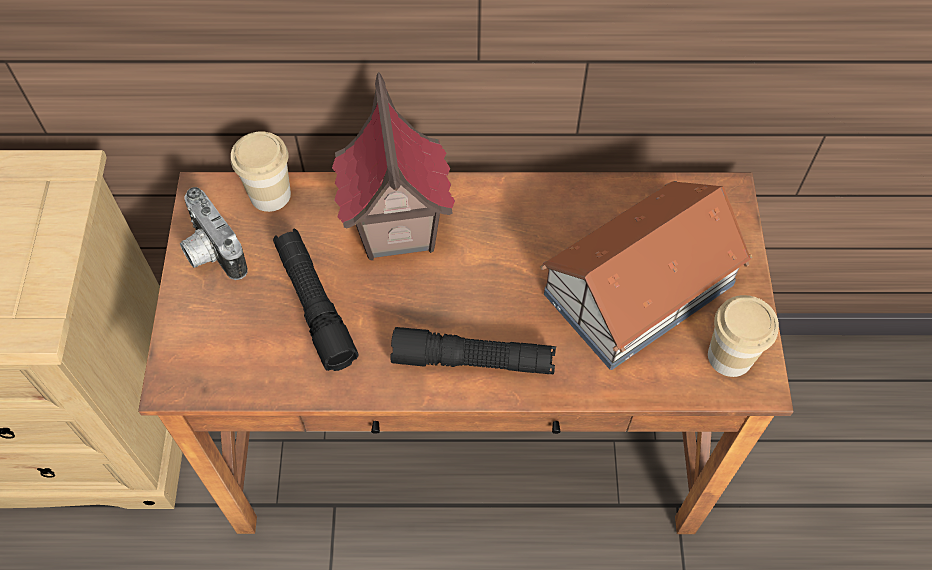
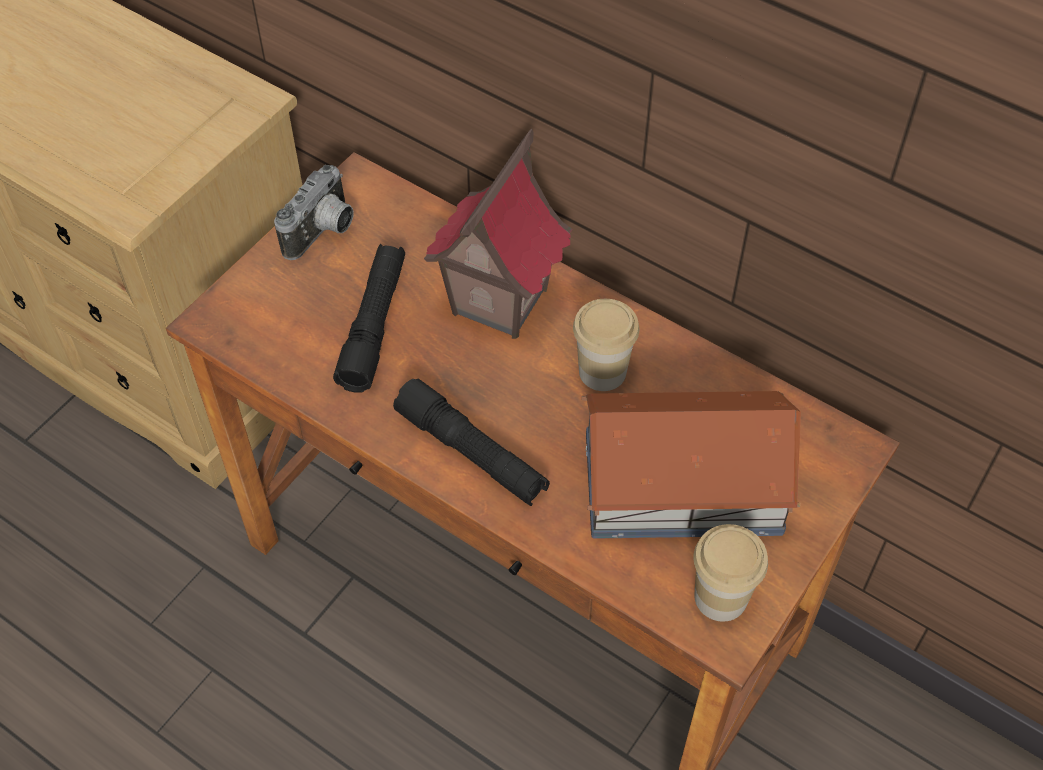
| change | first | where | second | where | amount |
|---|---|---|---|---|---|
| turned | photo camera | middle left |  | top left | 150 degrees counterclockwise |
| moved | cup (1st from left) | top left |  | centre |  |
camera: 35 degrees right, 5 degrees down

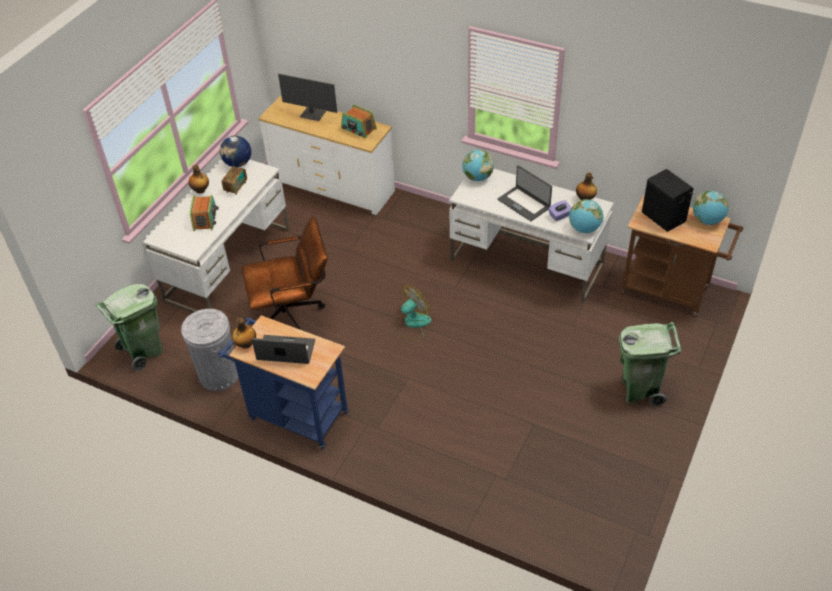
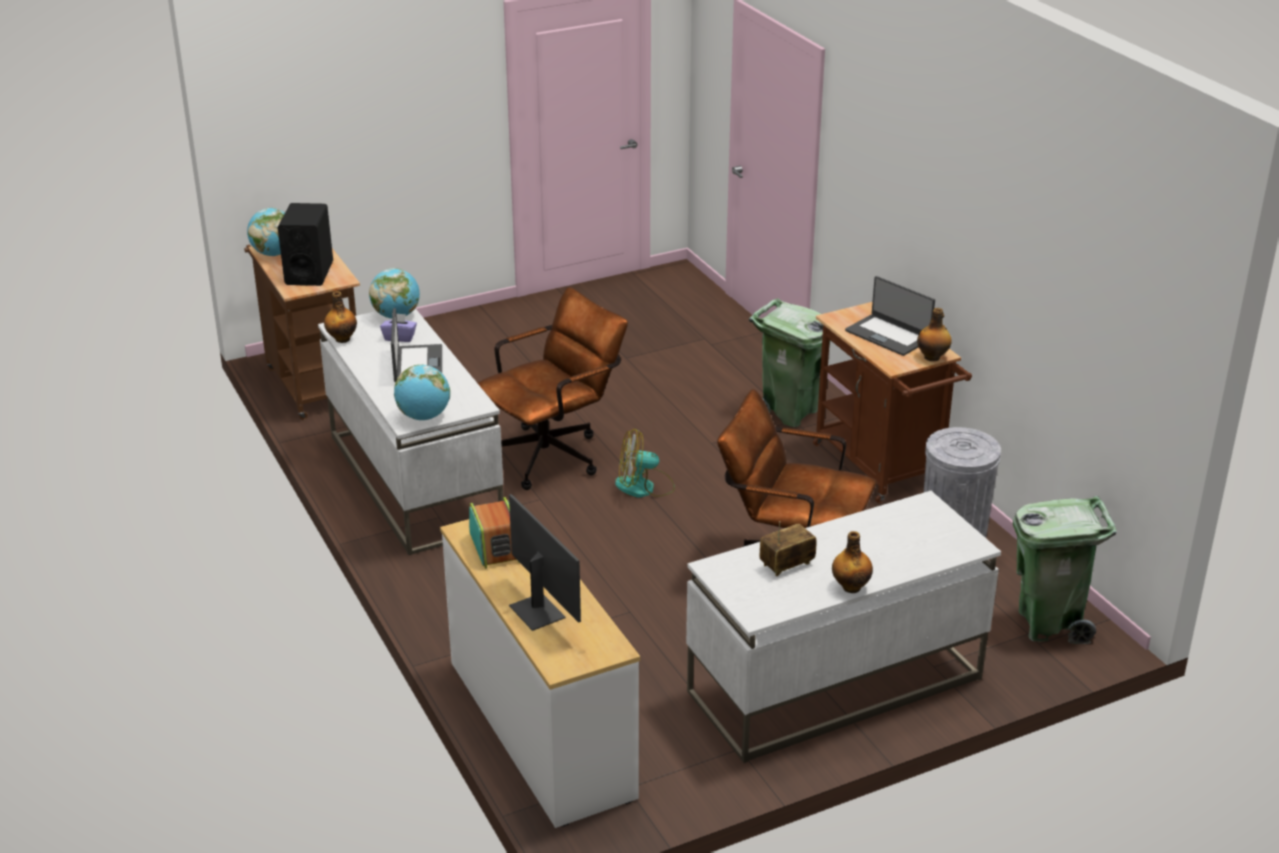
| change | first | where | second | where | amount |
|---|---|---|---|---|---|
| removed | radio (1st from left) | middle left |  |  |  |
| recoloured | blue cart | centre | brown cart (2nd from left) | middle right |  |
| removed | globe (1st from left) | top left |  |  |  |
| moved | green trash can (2nd from left in the first image) | middle right | green trash can (1st from left) | centre |  |
| added |  |  | brown office chair (1st from left) | centre |  |
camera: 145 degrees left, 15 degrees down

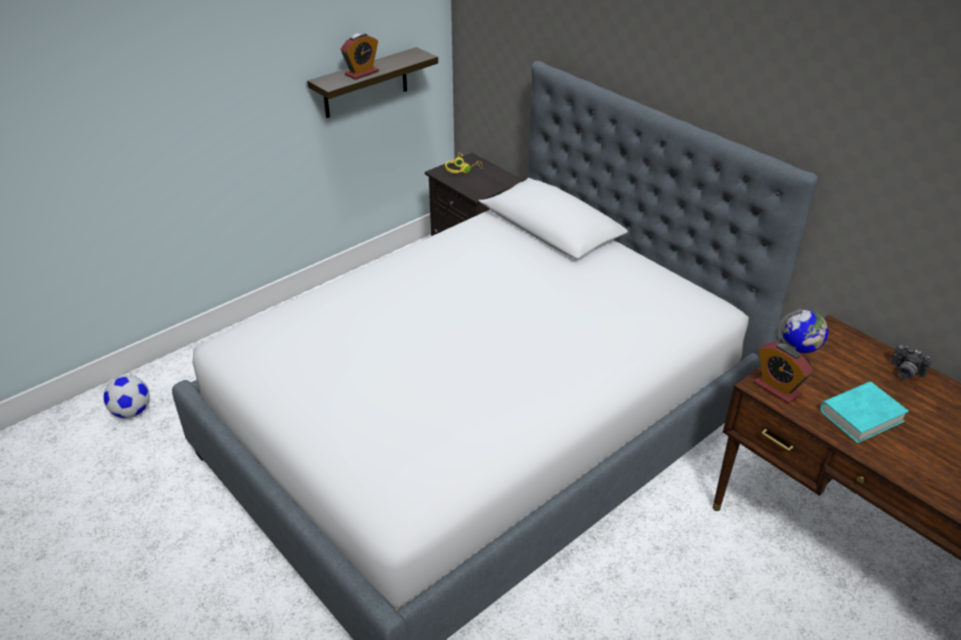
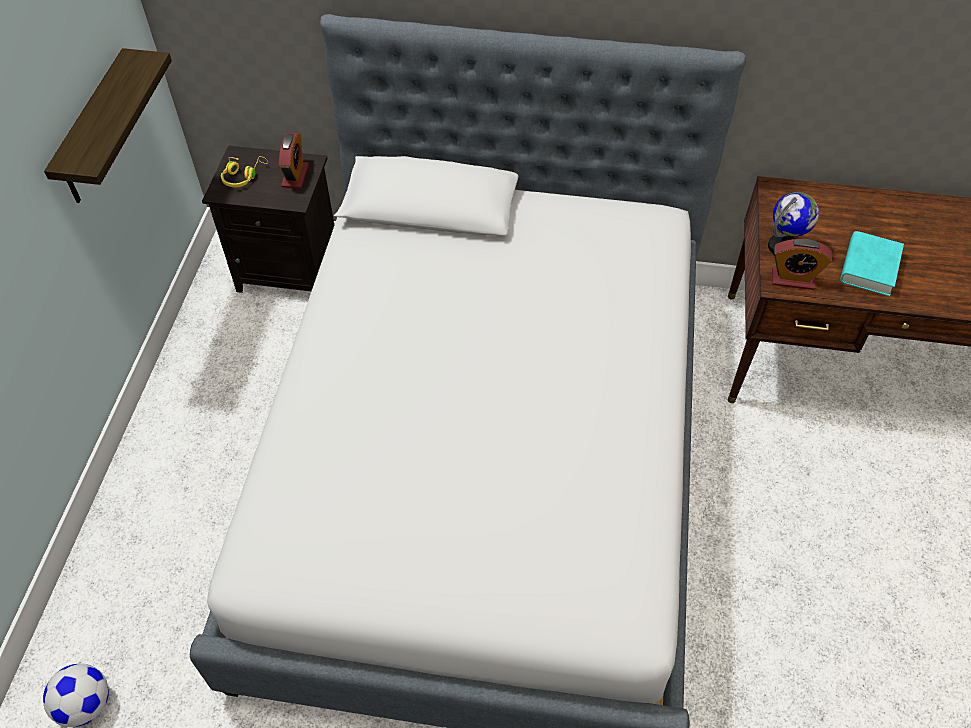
| change | first | where | second | where | amount |
|---|---|---|---|---|---|
| moved | alarm clock (1st from left) | top centre |  | top left |  |
| removed | photo camera | middle right |  |  |  |
camera: 40 degrees left, 15 degrees up

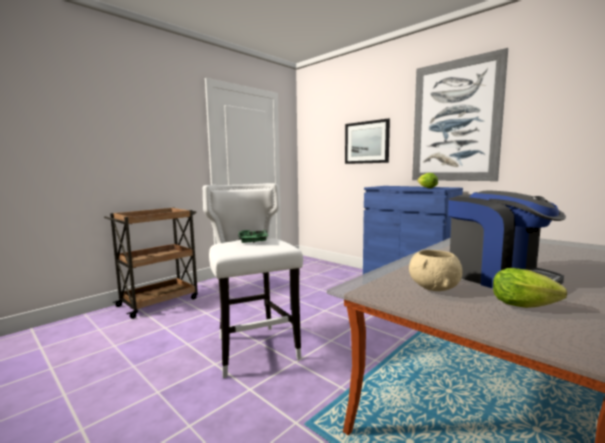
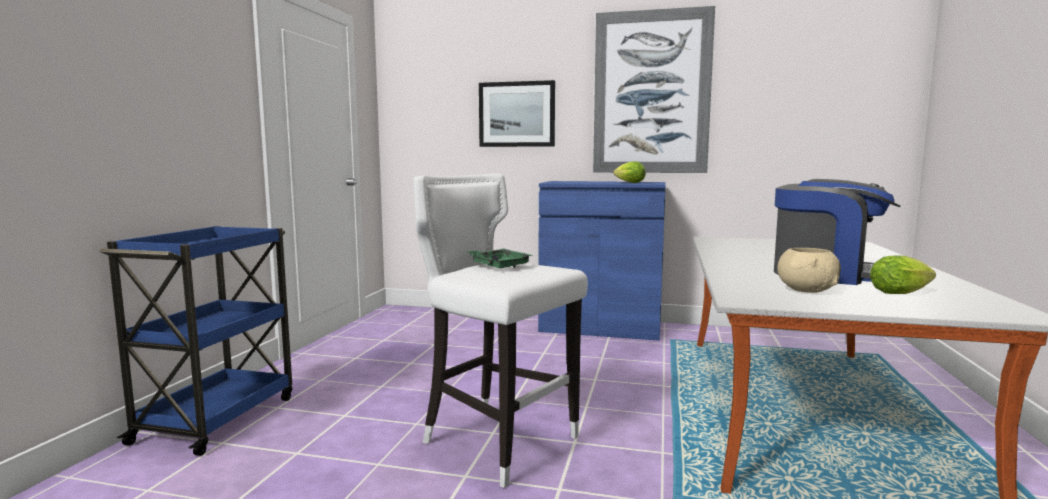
| change | first | where | second | where | amount |
|---|---|---|---|---|---|
| recoloured | brown cart | middle left | blue cart | bottom left |  |
camera: 30 degrees left, 0 degrees up

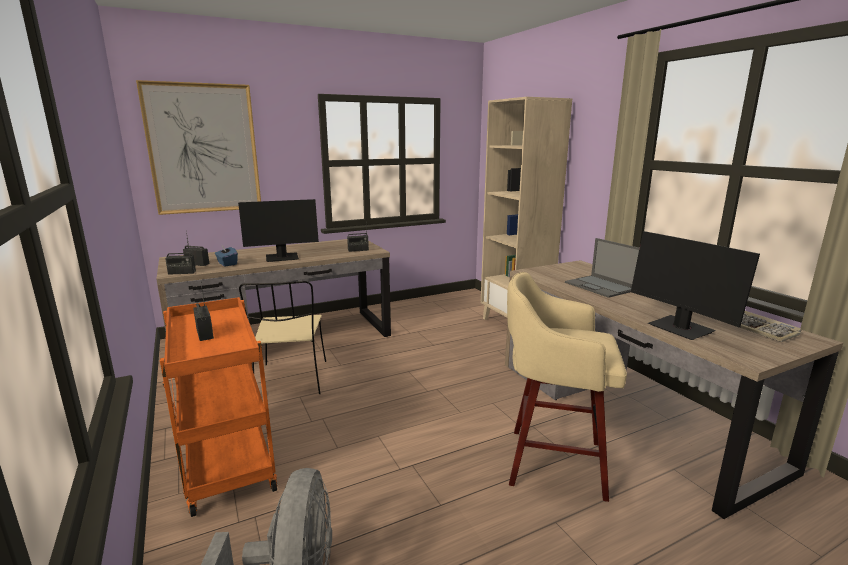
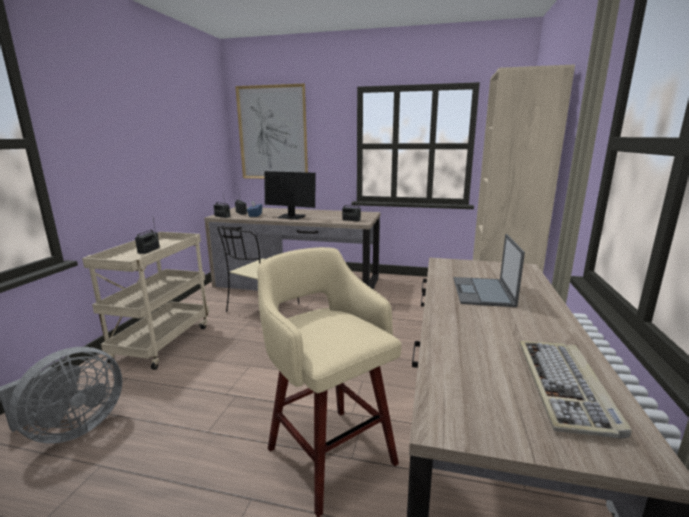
| change | first | where | second | where | amount |
|---|---|---|---|---|---|
| recoloured | orange cart | bottom left | beige cart | middle left |  |
| removed | monitor (2nd from left) | middle right |  |  |  |
camera: 40 degrees right, 0 degrees up

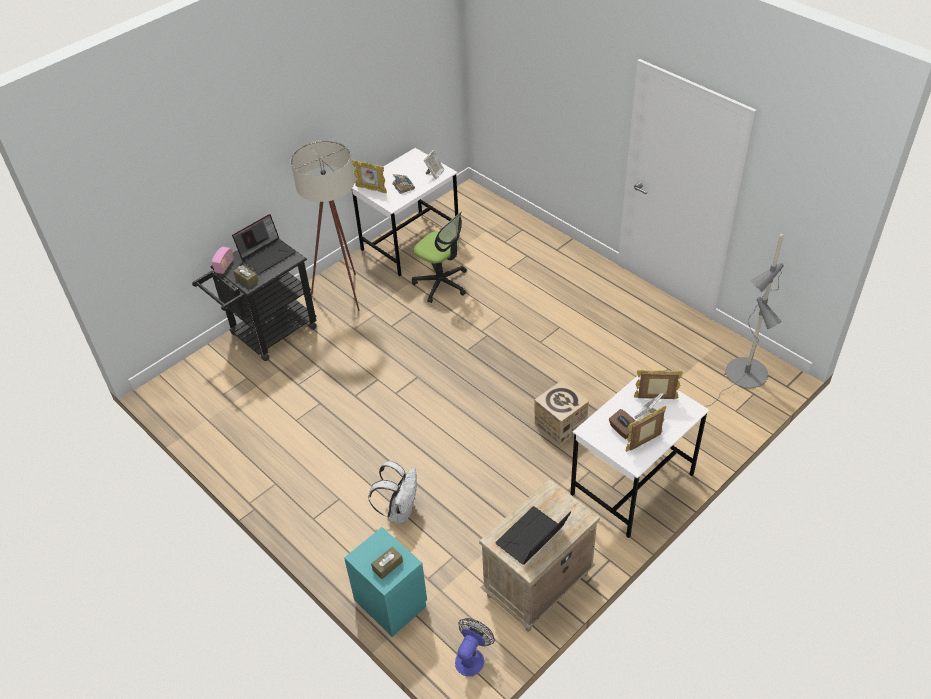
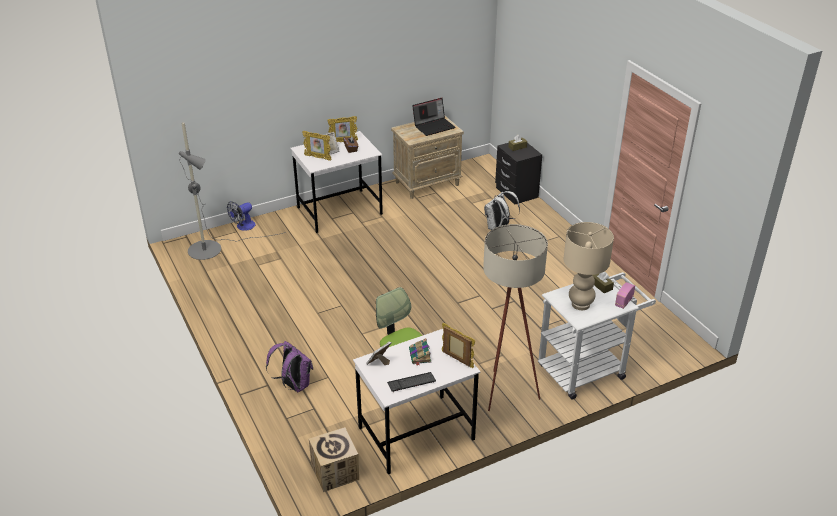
| change | first | where | second | where | amount |
|---|---|---|---|---|---|
| recoloured | black cart | middle left | white cart | middle right |  |
| replaced | laptop (1st from left) | middle left | beige table lamp | middle right |  |
| recoloured | turquoise nightstand | bottom centre | black nightstand | centre |  |
| moved | fan | bottom centre |  | middle left |  |
| moved | cardboard box | centre |  | bottom centre |  |
| added |  |  | purple backpack | bottom centre |  |
| added |  |  | keyboard | bottom centre |  |
camera: 165 degrees left, 10 degrees down

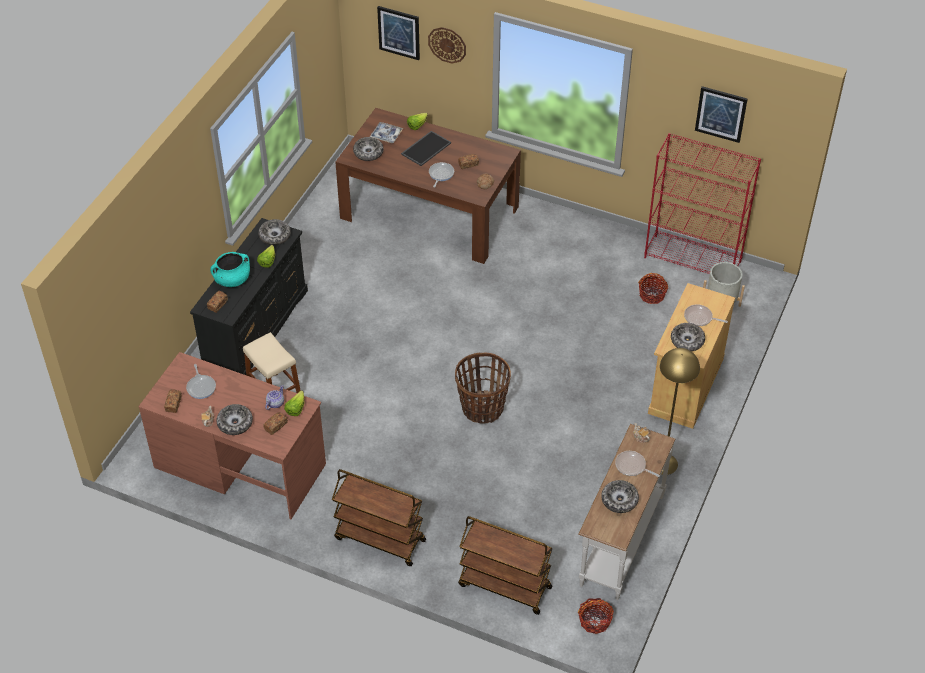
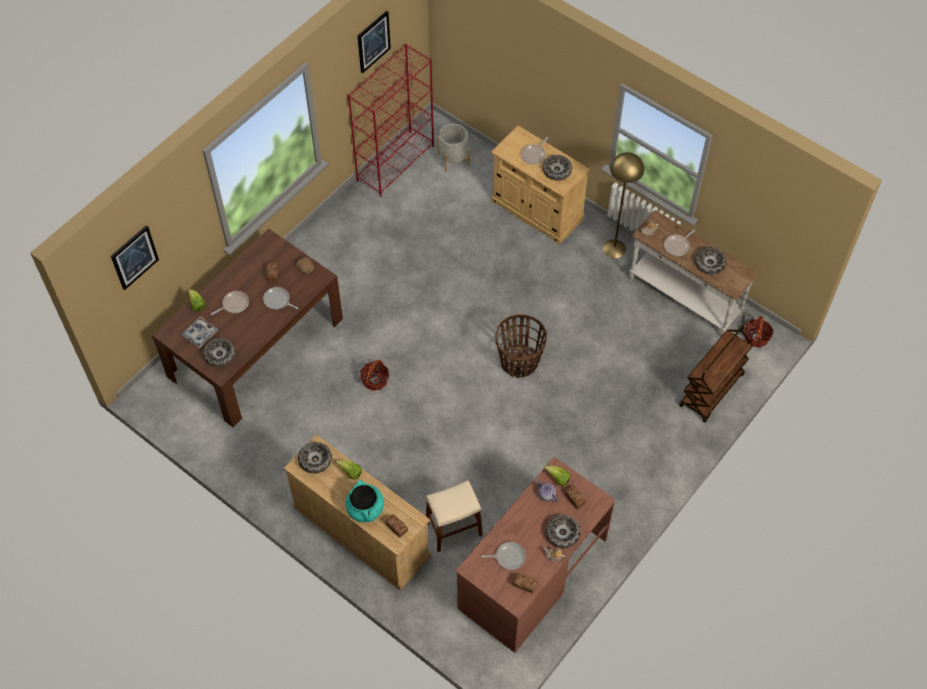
| change | first | where | second | where | amount |
|---|---|---|---|---|---|
| recoloured | black dresser | middle left | beige dresser | bottom centre |  |
| removed | brown cart (1st from left) | bottom centre |  |  |  |
| replaced | tray (2nd from left) | top centre | frying pan (1st from left) | middle left |  |
| removed | wall clock | top centre |  |  |  |
| moved | basket (3rd from left in the first image) | middle right | basket (1st from left) | centre |  |
camera: 75 degrees left, 10 degrees up

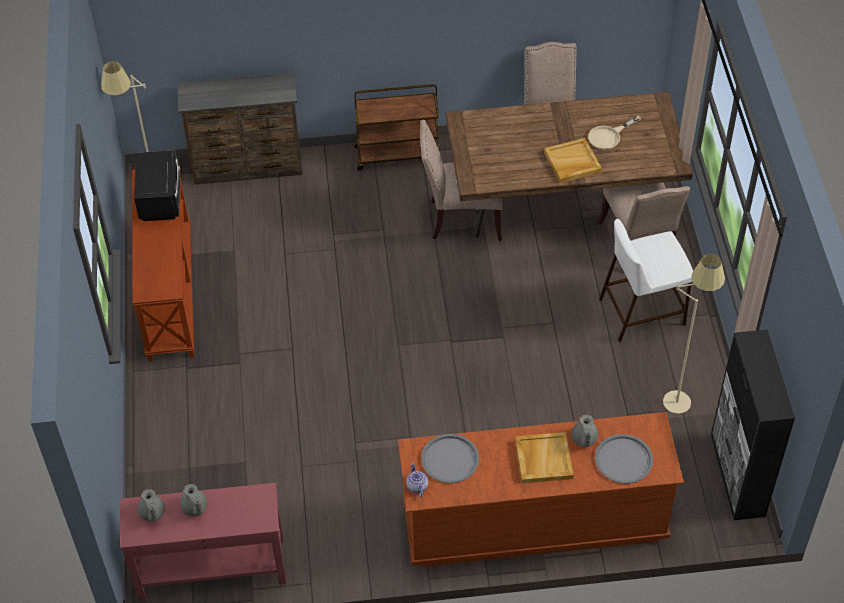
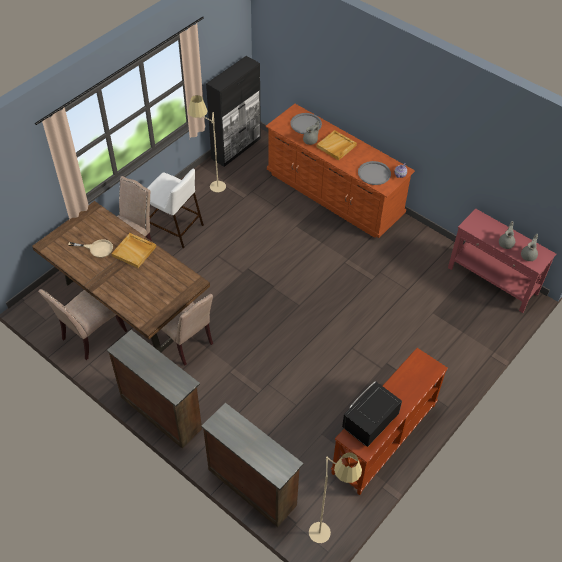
| change | first | where | second | where | amount |
|---|---|---|---|---|---|
| replaced | brown cart | top centre | brown dresser (1st from left) | bottom left |  |
camera: 135 degrees left, 0 degrees up

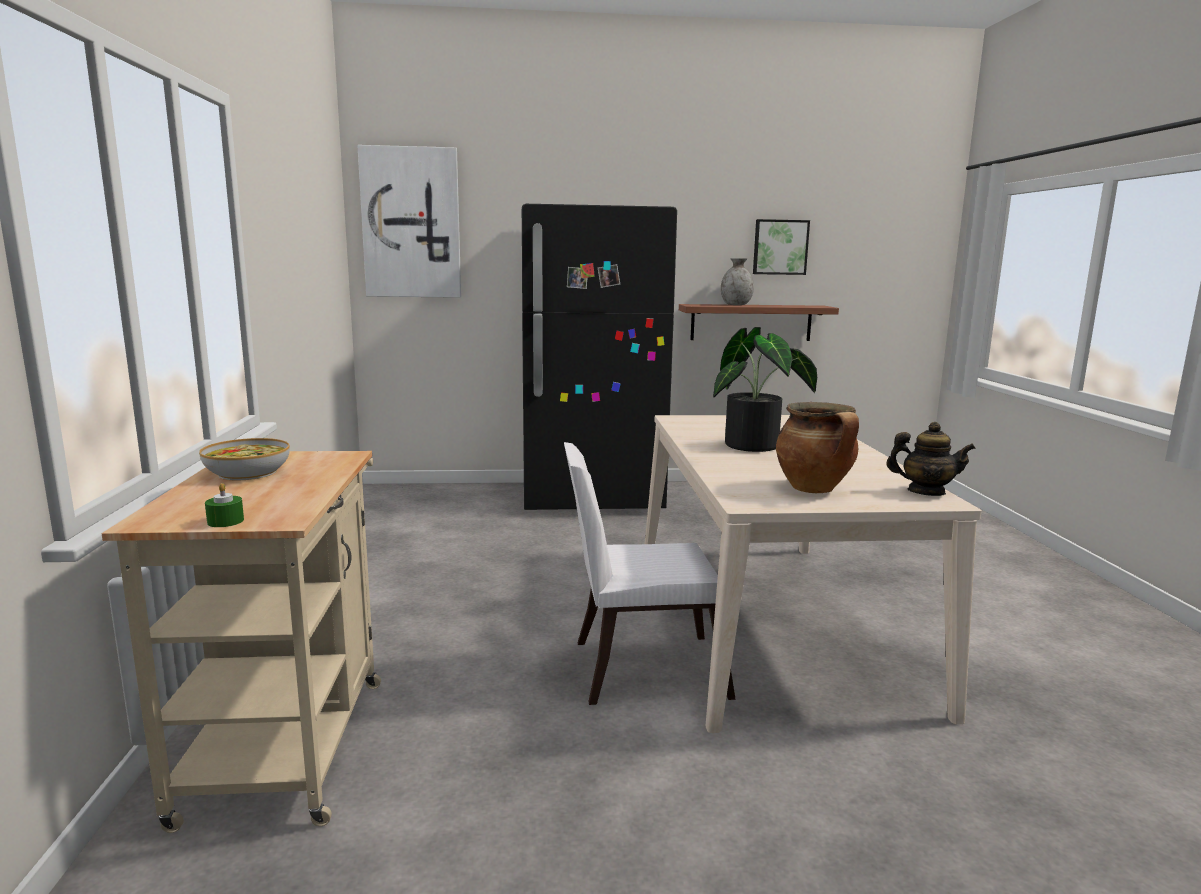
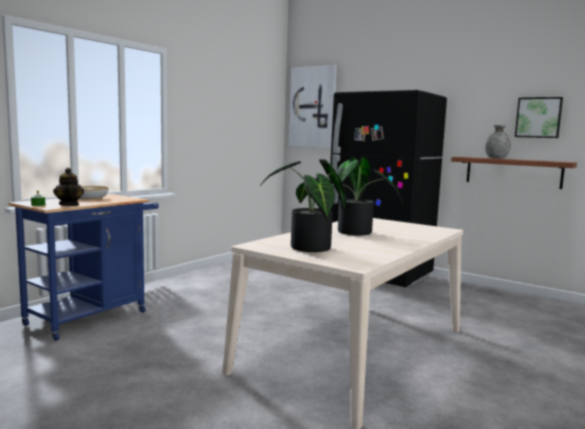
| change | first | where | second | where | amount |
|---|---|---|---|---|---|
| recoloured | beige cart | bottom left | blue cart | middle left |  |
| removed | white chair | centre |  |  |  |
| replaced | cooking pot | middle right | potted plant (1st from left) | centre |  |
| moved | teapot | middle right |  | middle left |  |
camera: 40 degrees right, 5 degrees down

